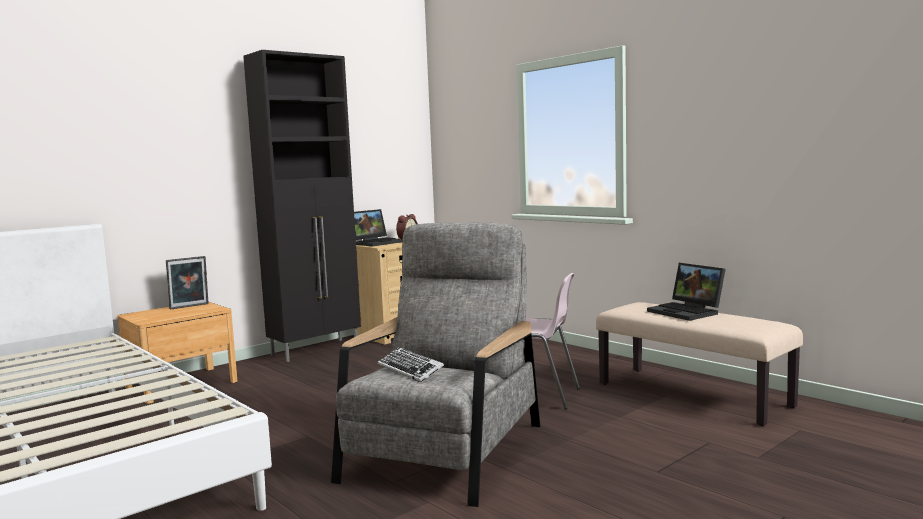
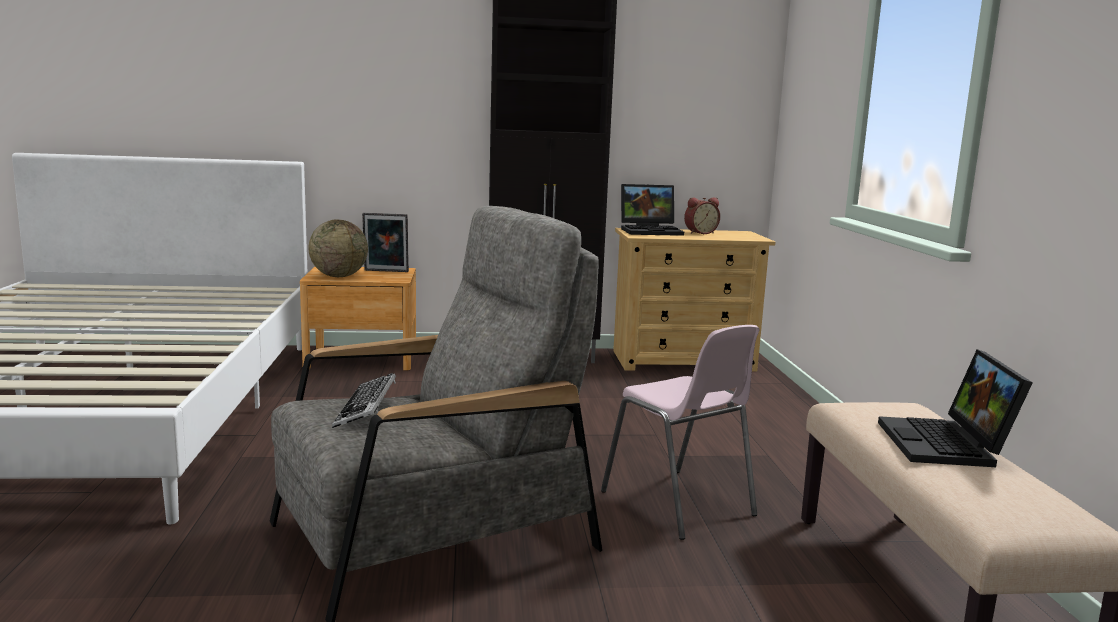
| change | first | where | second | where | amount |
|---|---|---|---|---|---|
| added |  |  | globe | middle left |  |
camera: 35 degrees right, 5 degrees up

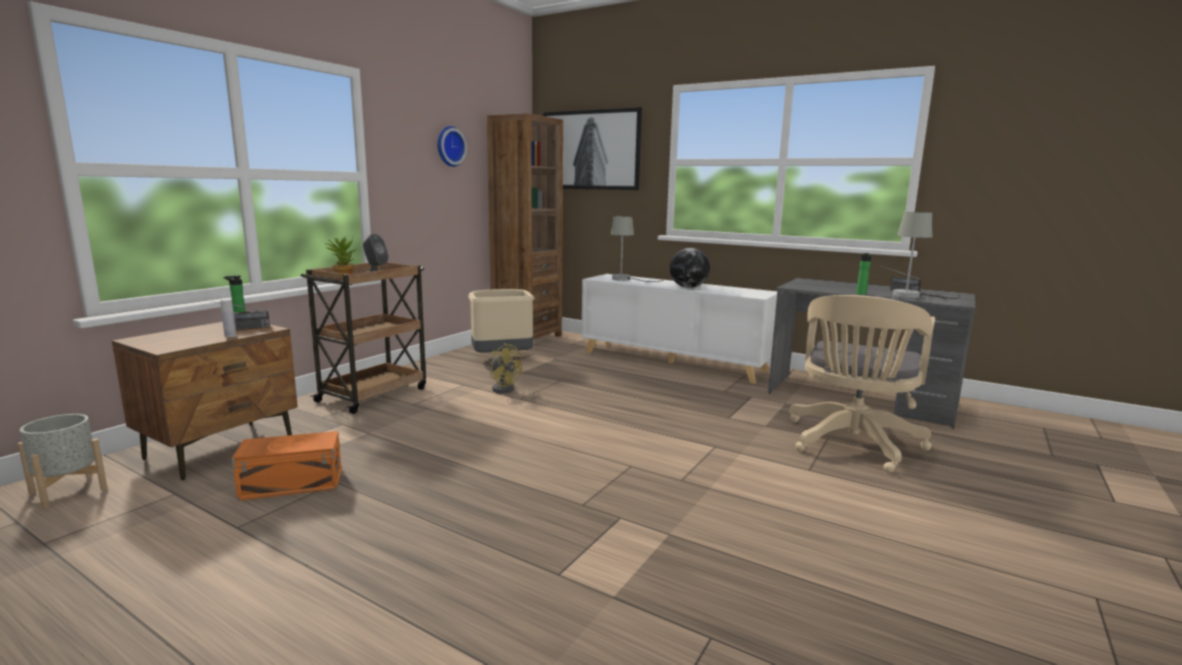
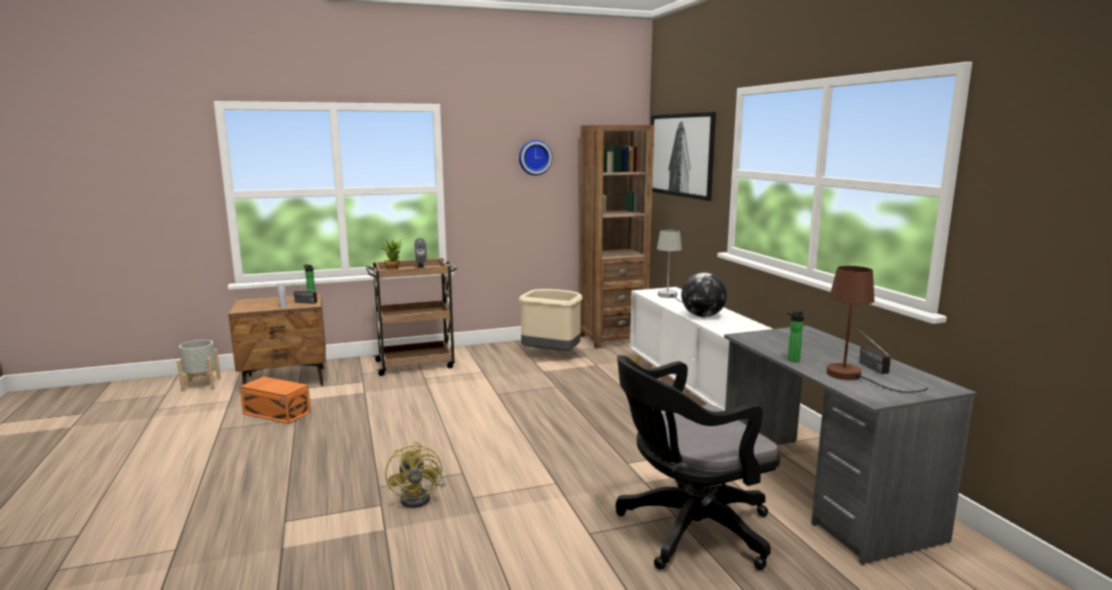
| change | first | where | second | where | amount |
|---|---|---|---|---|---|
| moved | yellow fan | centre |  | bottom centre |  |
| recoloured | beige office chair | middle right | black office chair | bottom centre |  |
| recoloured | grey table lamp (2nd from left) | middle right | brown table lamp | middle right |  |
camera: 40 degrees right, 0 degrees up

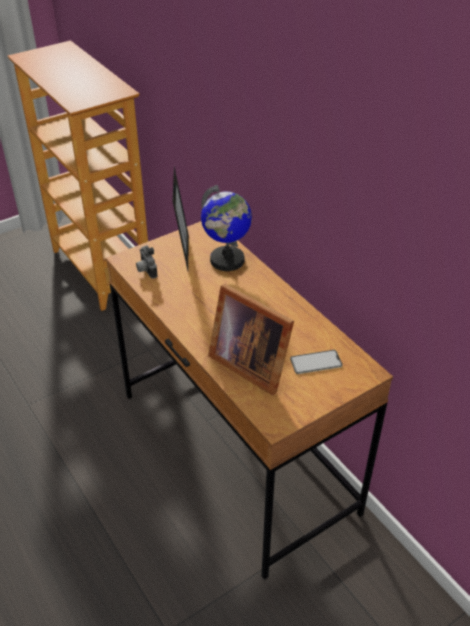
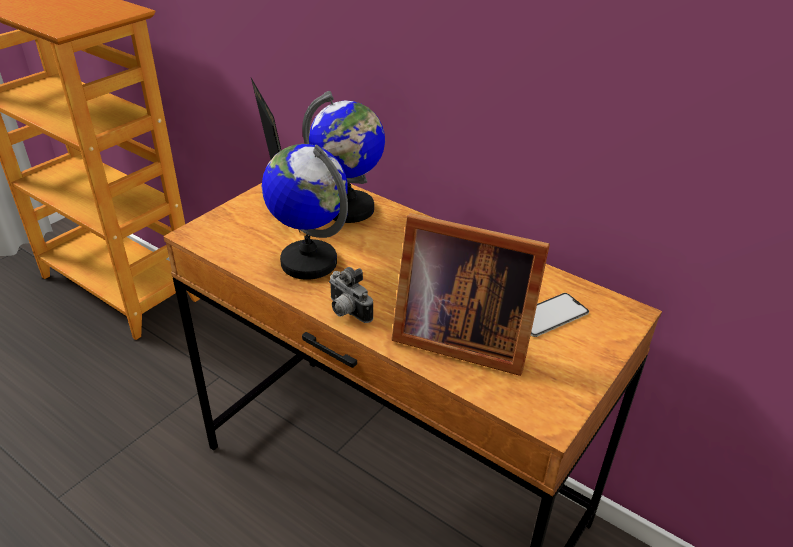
| change | first | where | second | where | amount |
|---|---|---|---|---|---|
| moved | photo camera | middle left |  | centre |  |
| added |  |  | globe (1st from left) | centre |  |
camera: 20 degrees left, 5 degrees down

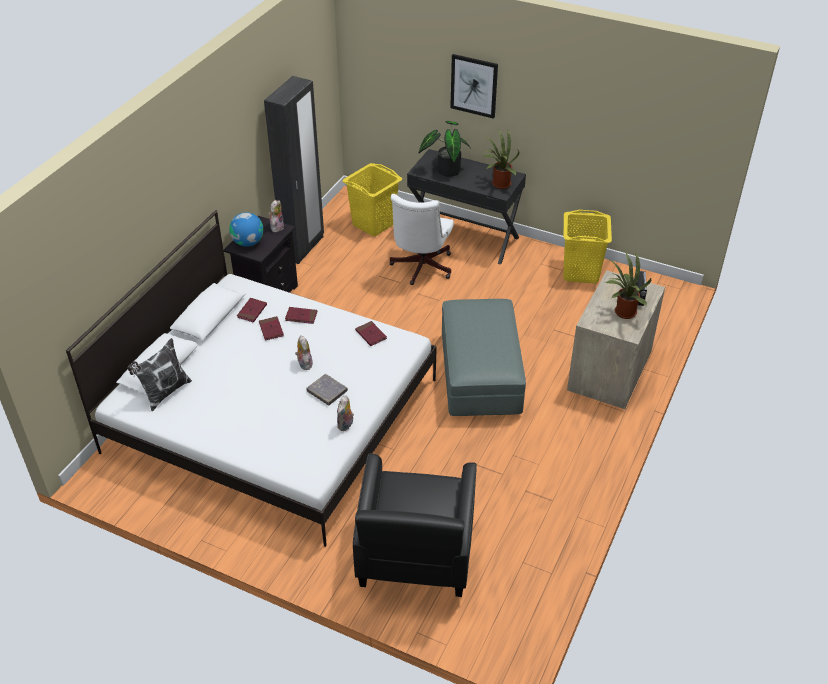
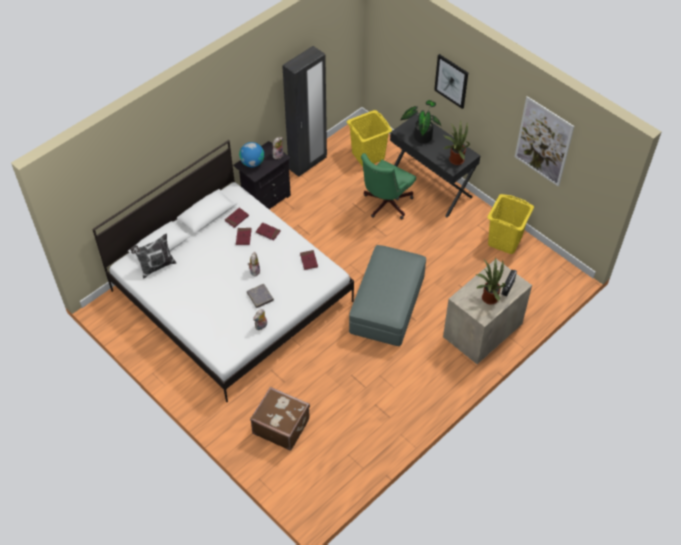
| change | first | where | second | where | amount |
|---|---|---|---|---|---|
| replaced | black armchair | bottom centre | brown suitcase | bottom centre |  |
| recoloured | white office chair | centre | green office chair | centre |  |
| added |  |  | picture (2nd from left) | top right |  |
camera: 20 degrees right, 10 degrees up

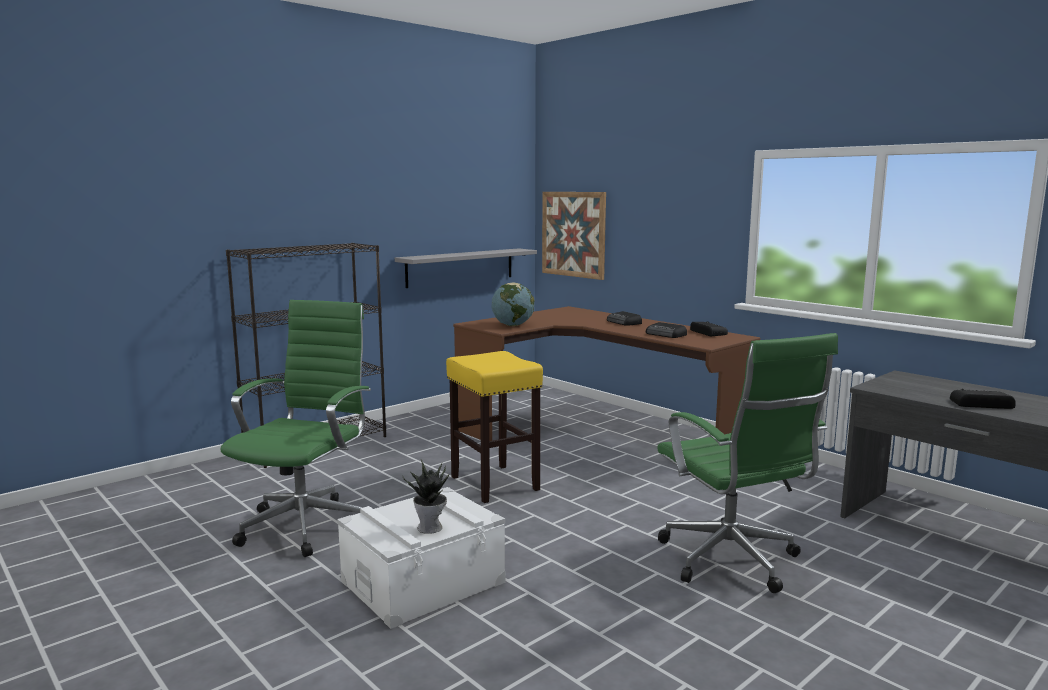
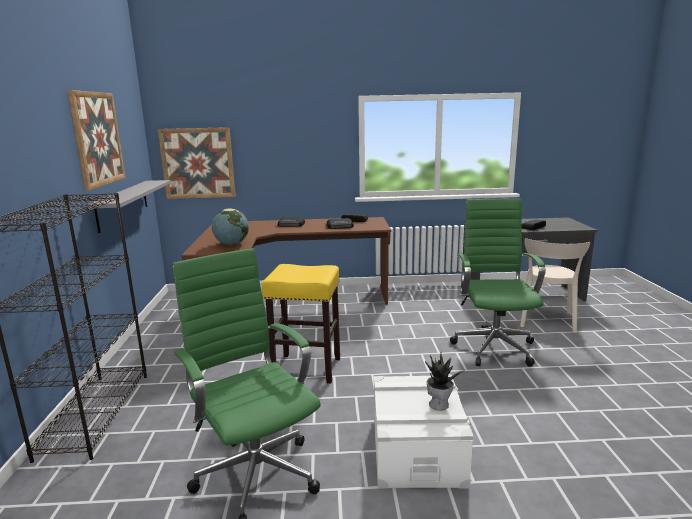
| change | first | where | second | where | amount |
|---|---|---|---|---|---|
| turned | green office chair (2nd from left) | bottom right |  | middle right | 105 degrees counterclockwise |
| added |  |  | picture (1st from left) | top left |  |
| added |  |  | beige chair | middle right |  |
camera: 50 degrees left, 5 degrees up

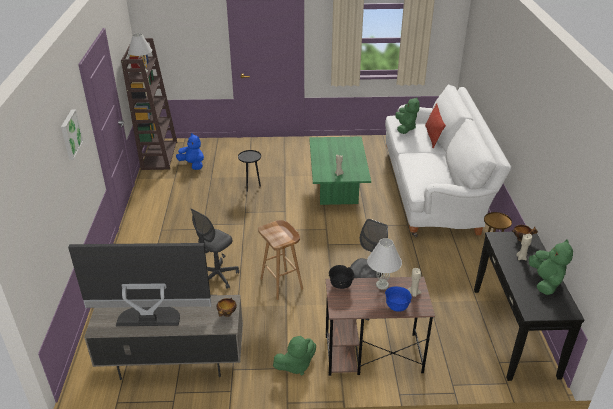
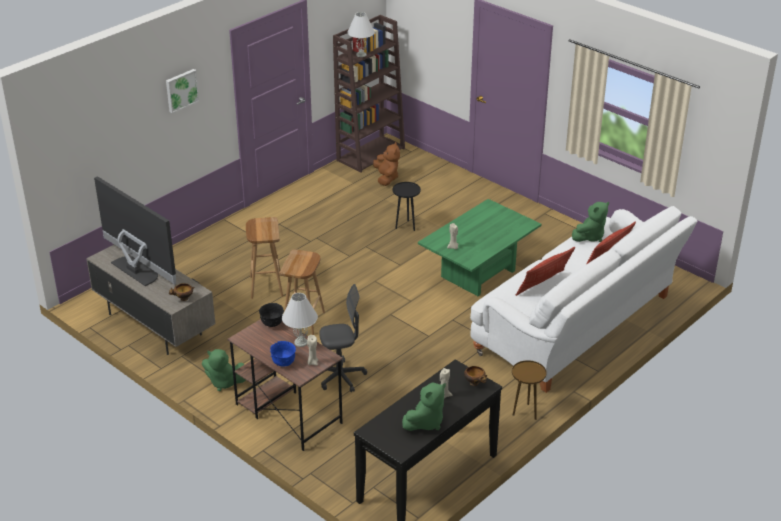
| change | first | where | second | where | amount |
|---|---|---|---|---|---|
| recoloured | blue plush toy | middle left | brown plush toy | top centre |  |
| replaced | grey office chair (1st from left) | centre | brown stool (1st from left) | centre |  |
| added |  |  | pillow (1st from left) | middle right |  |
camera: 45 degrees right, 0 degrees up

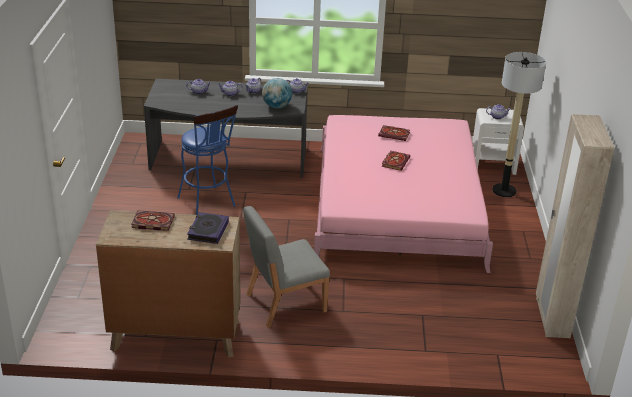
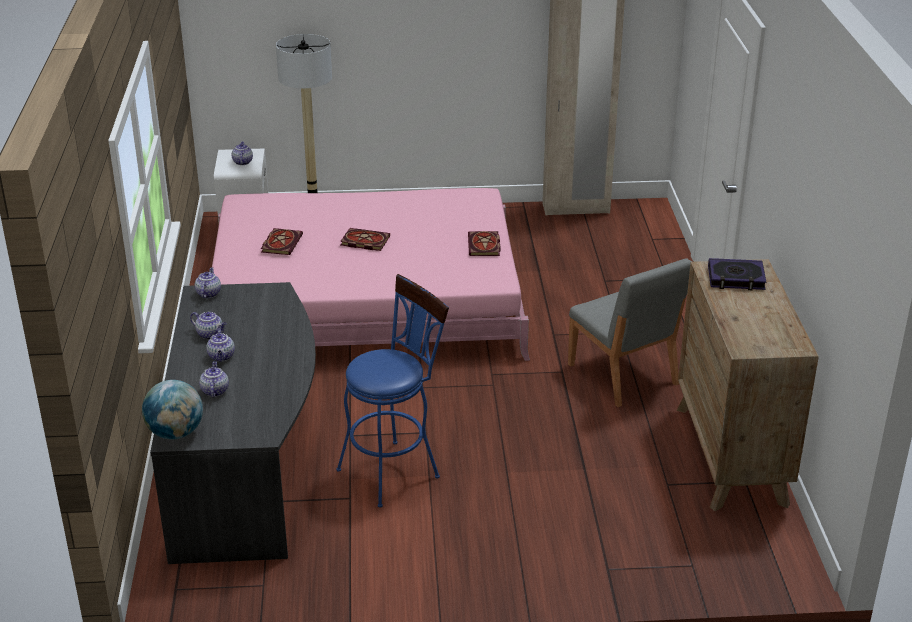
| change | first | where | second | where | amount |
|---|---|---|---|---|---|
| moved | book (1st from left in the first image) | middle left | book (3rd from left) | centre |  |
| moved | globe | top centre |  | middle left |  |
camera: 95 degrees left, 0 degrees up

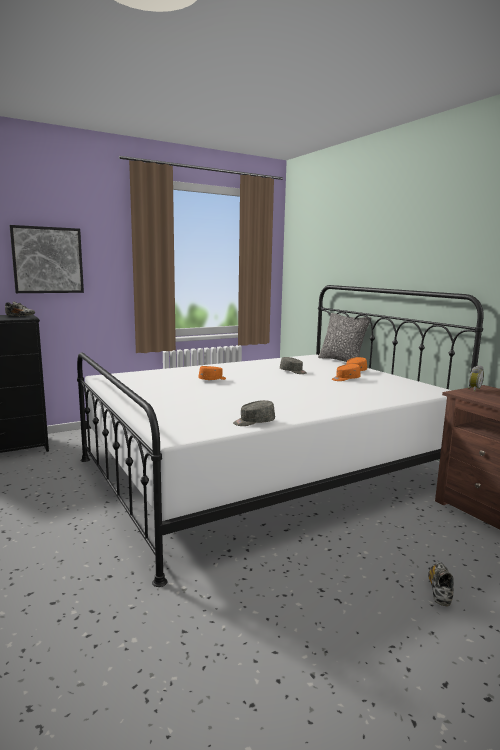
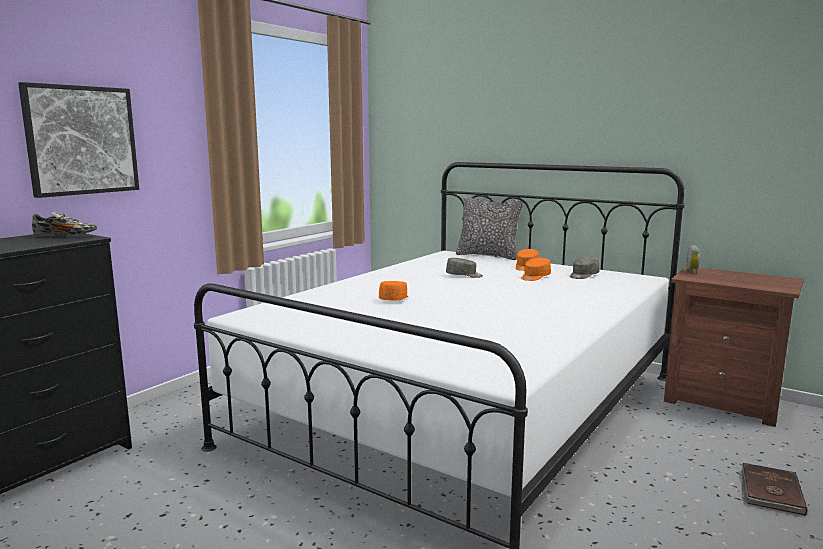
| change | first | where | second | where | amount |
|---|---|---|---|---|---|
| moved | grey cap (1st from left in the first image) | centre | grey cap (2nd from left) | middle right |  |
| replaced | shoe (2nd from left) | bottom right | brown book | bottom right |  |
camera: 25 degrees left, 0 degrees up

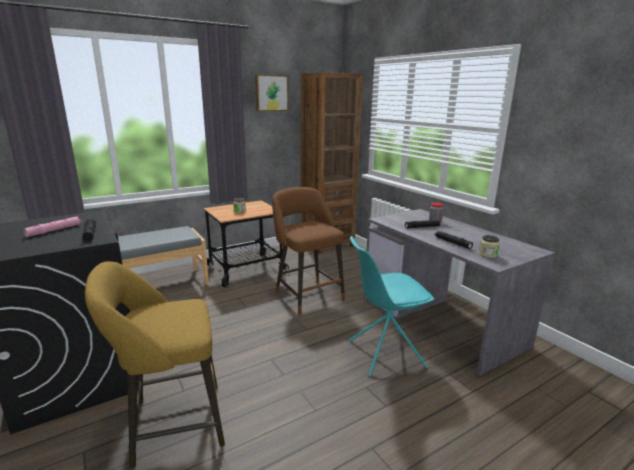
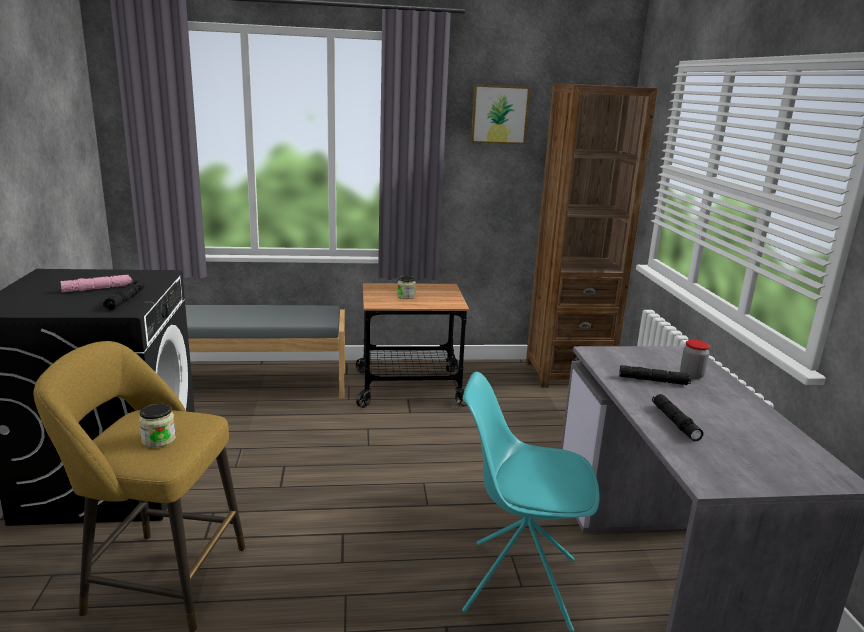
| change | first | where | second | where | amount |
|---|---|---|---|---|---|
| removed | brown stool | centre |  |  |  |
| moved | jar (3rd from left in the first image) | middle right | jar (1st from left) | bottom left |  |
camera: 25 degrees right, 0 degrees up

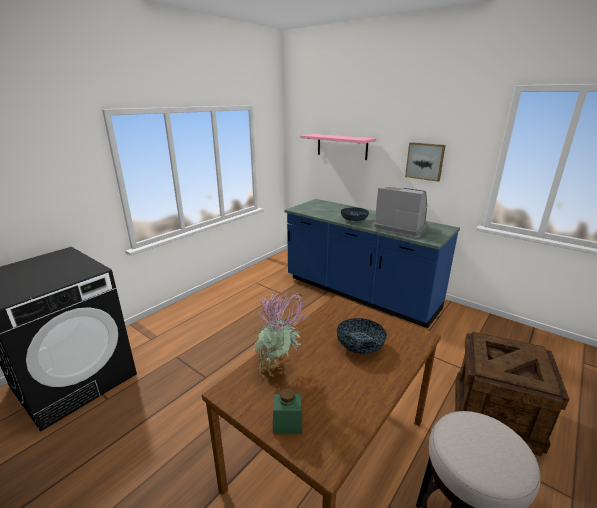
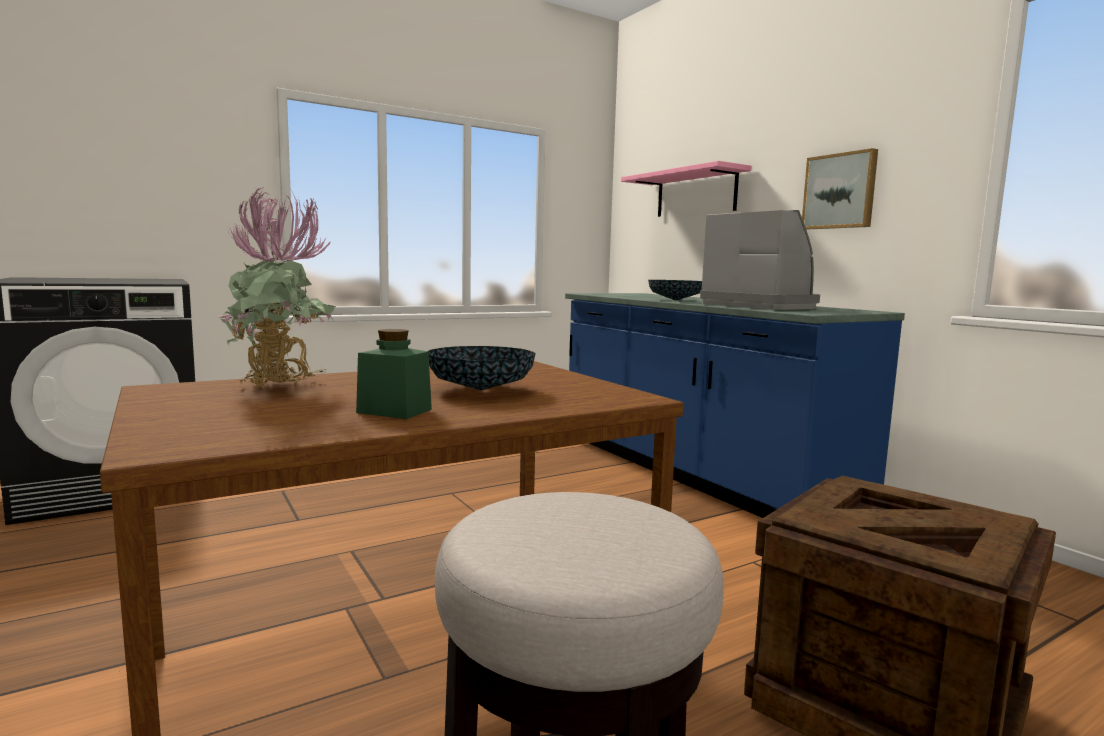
| change | first | where | second | where | amount |
|---|---|---|---|---|---|
| moved | green jar | bottom centre |  | centre |  |
camera: 20 degrees right, 15 degrees down

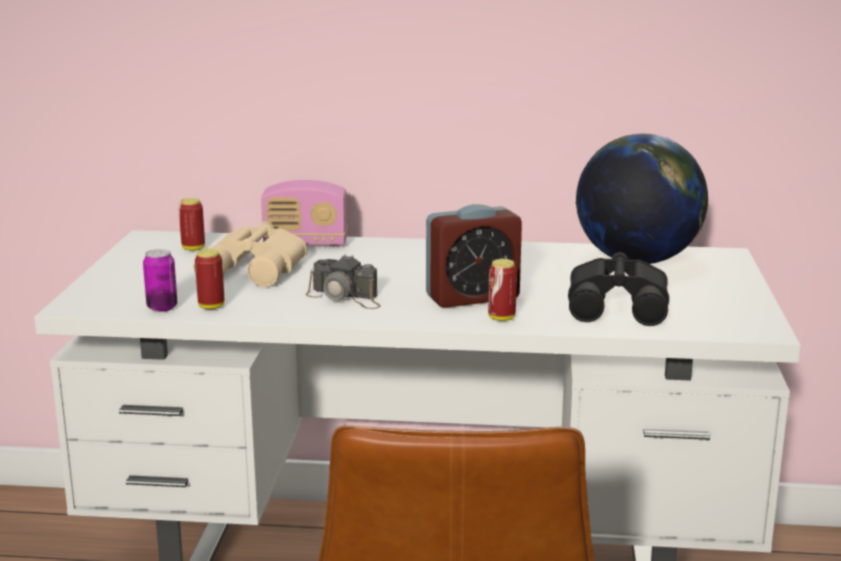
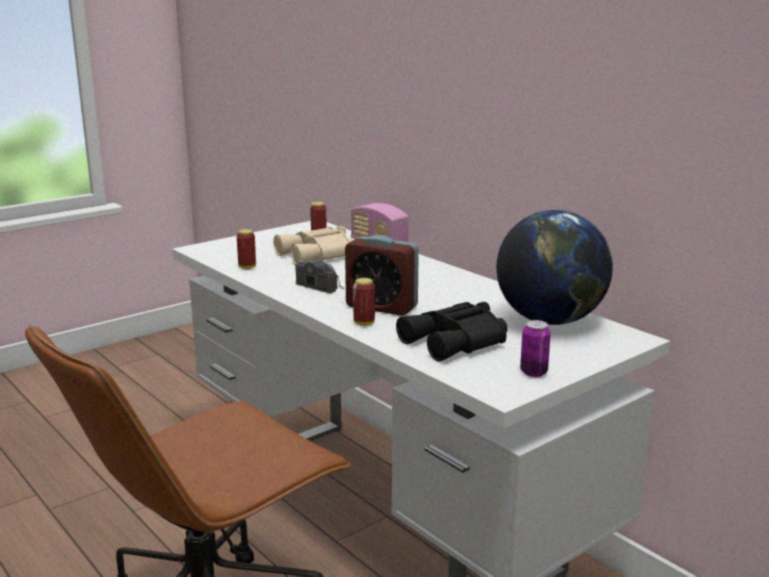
| change | first | where | second | where | amount |
|---|---|---|---|---|---|
| moved | can (1st from left in the first image) | middle left | can (4th from left) | middle right |  |
| turned | photo camera | centre |  | centre | 150 degrees clockwise |
camera: 45 degrees right, 0 degrees up

